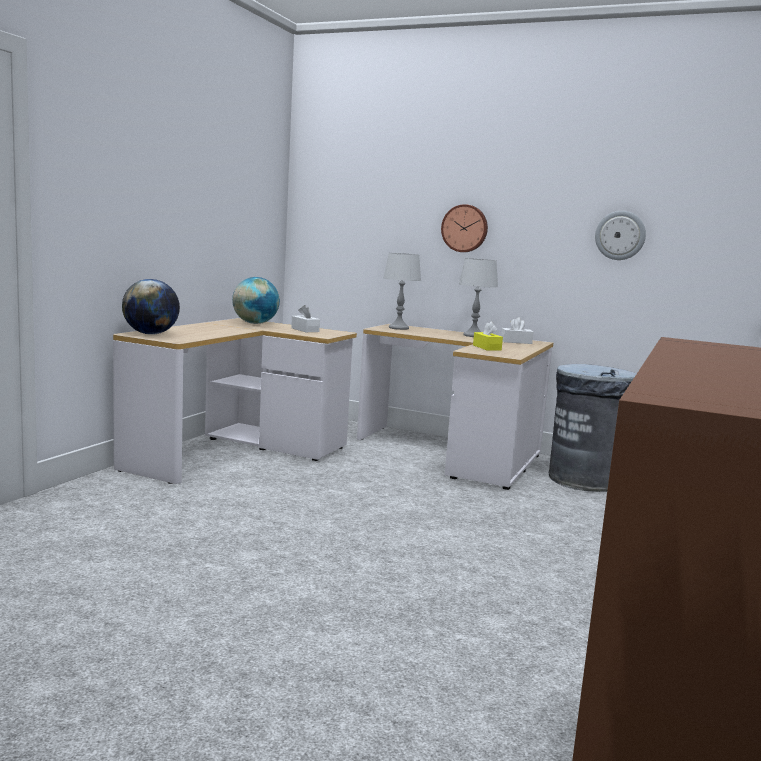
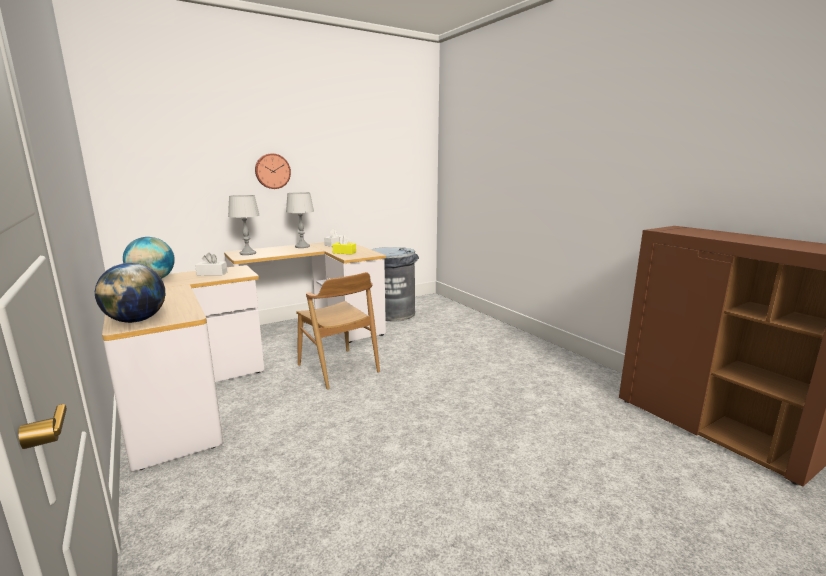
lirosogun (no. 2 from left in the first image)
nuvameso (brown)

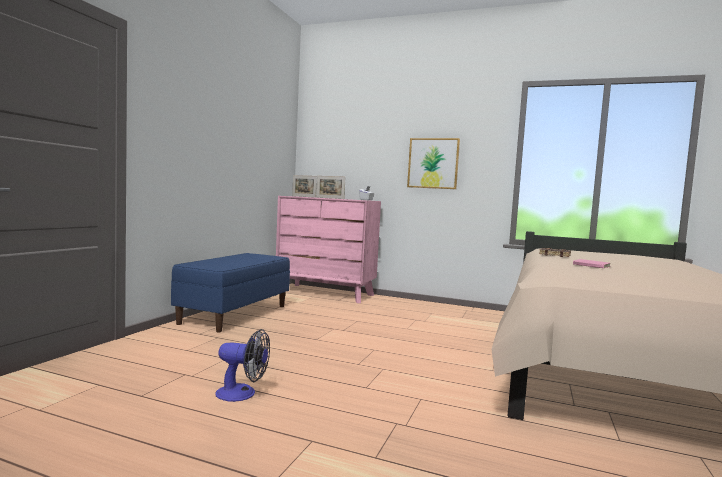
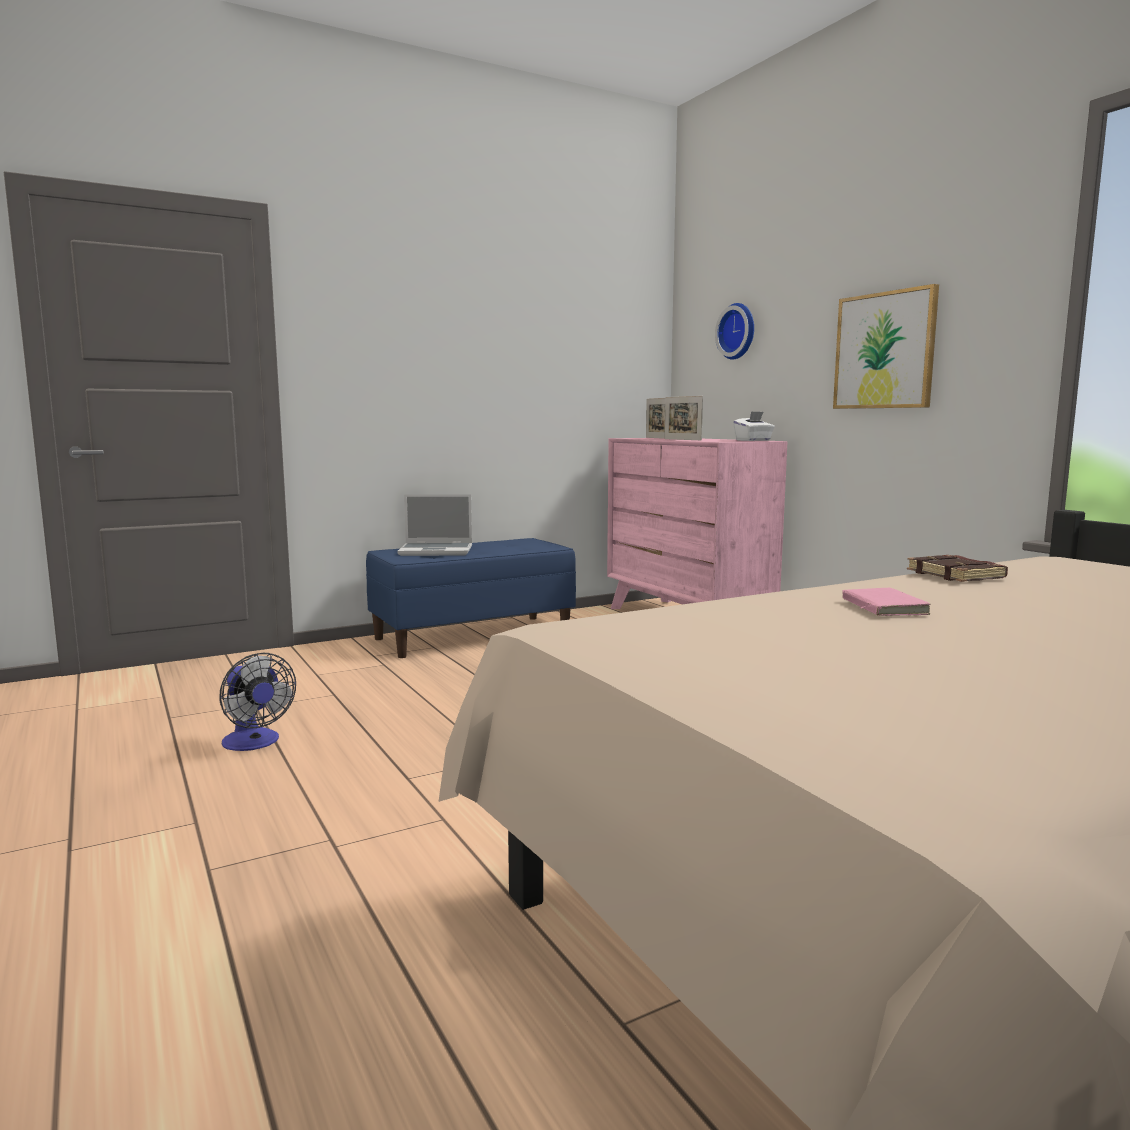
lirosogun
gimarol

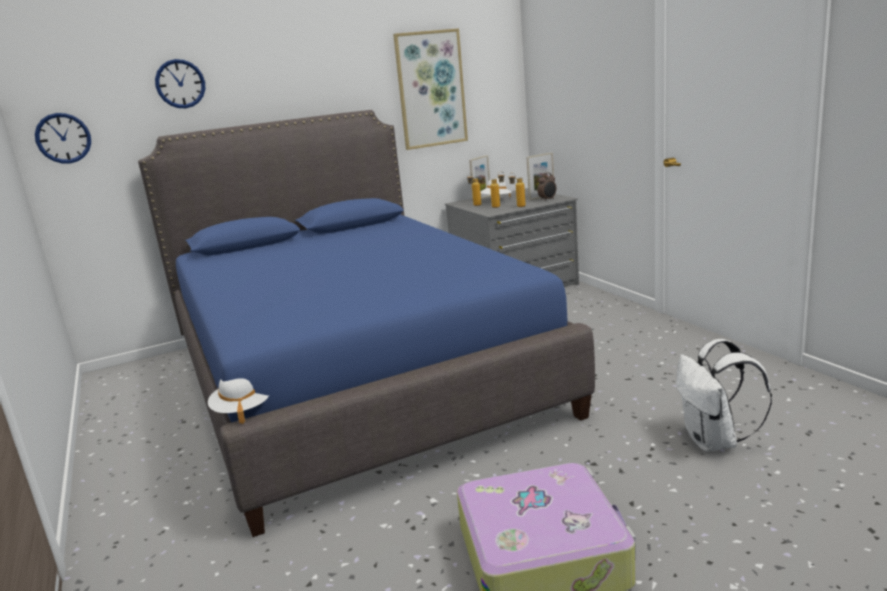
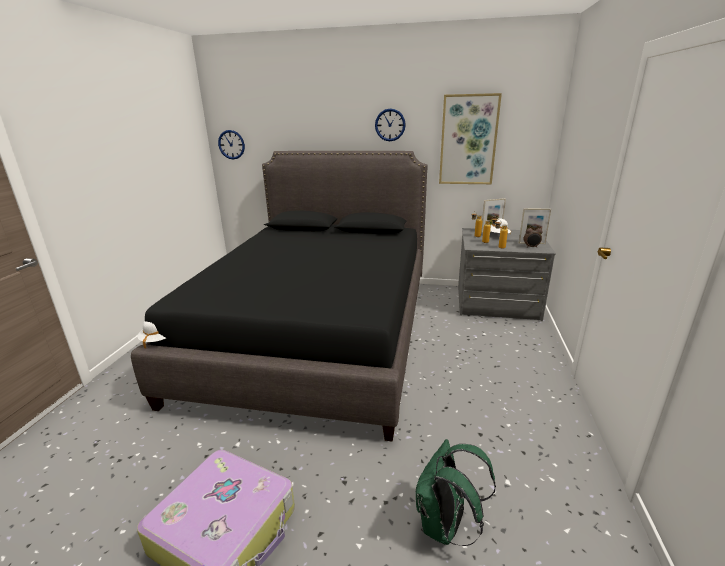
lirosogun (no. 2 from left)
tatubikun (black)
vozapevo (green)

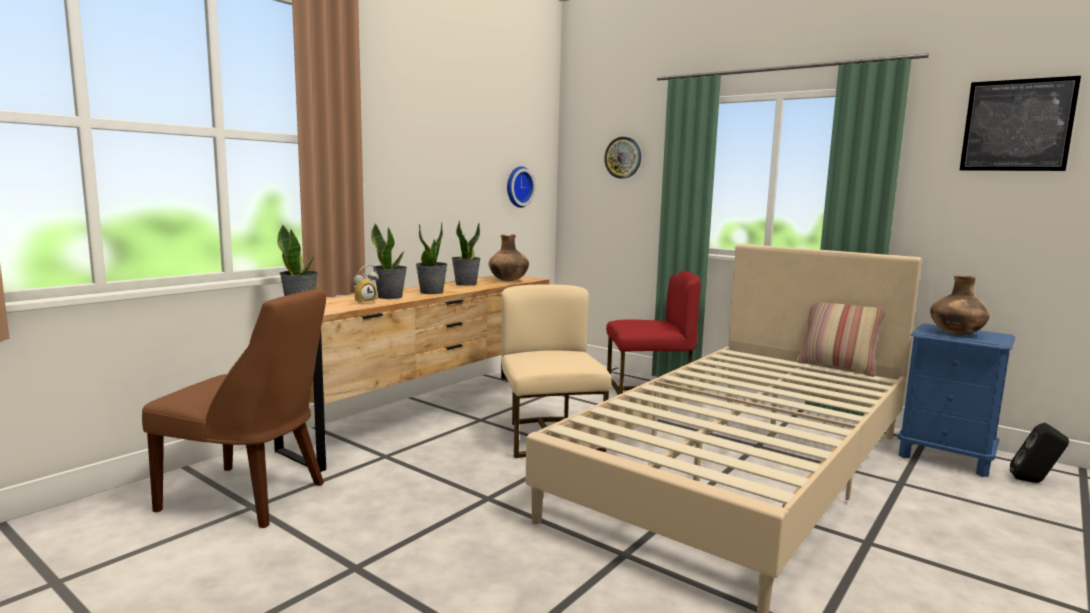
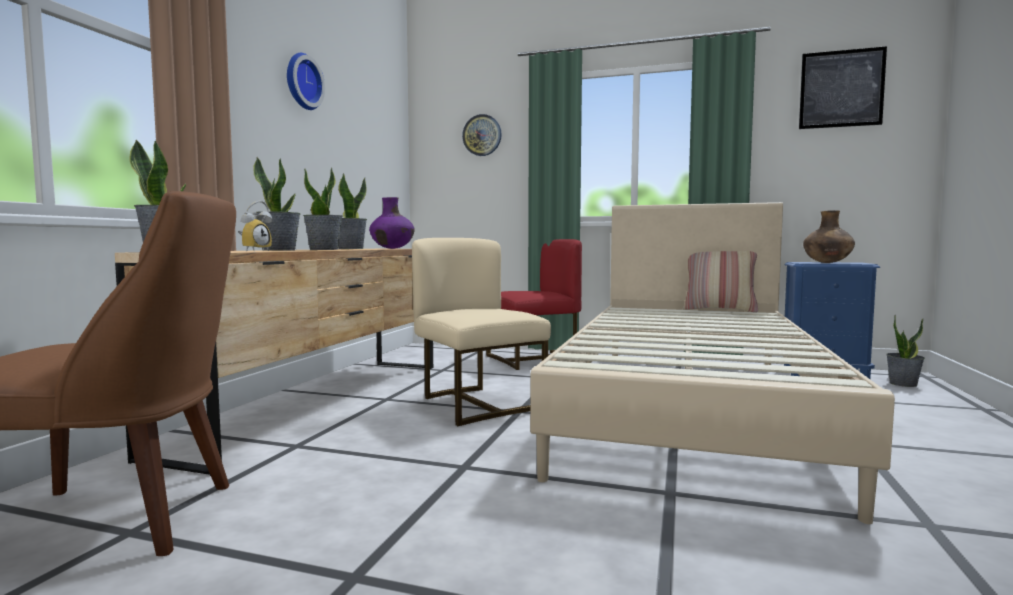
lirosogun (no. 1 from left)
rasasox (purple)
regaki (no. 5 from left)

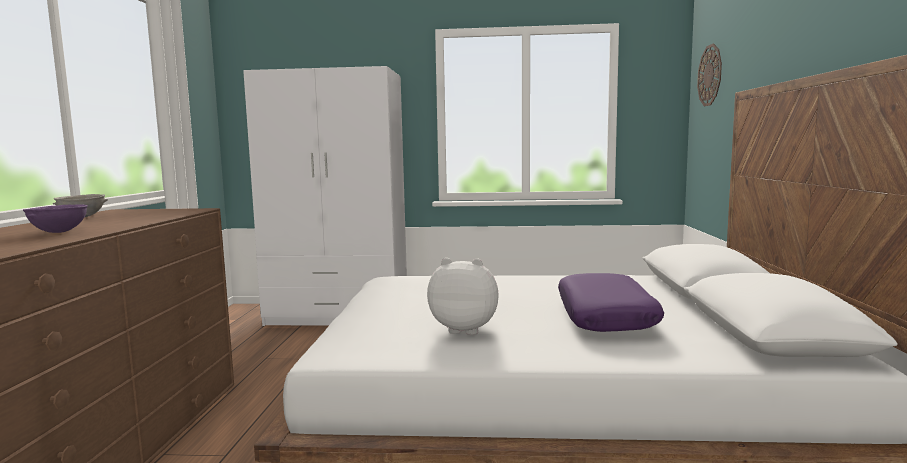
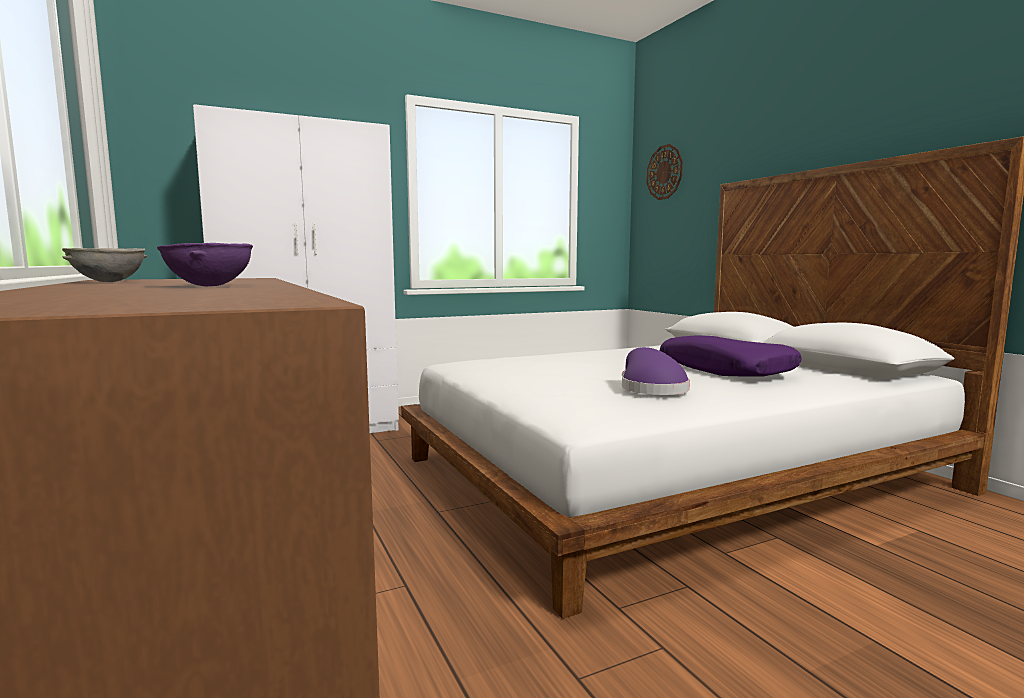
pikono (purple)

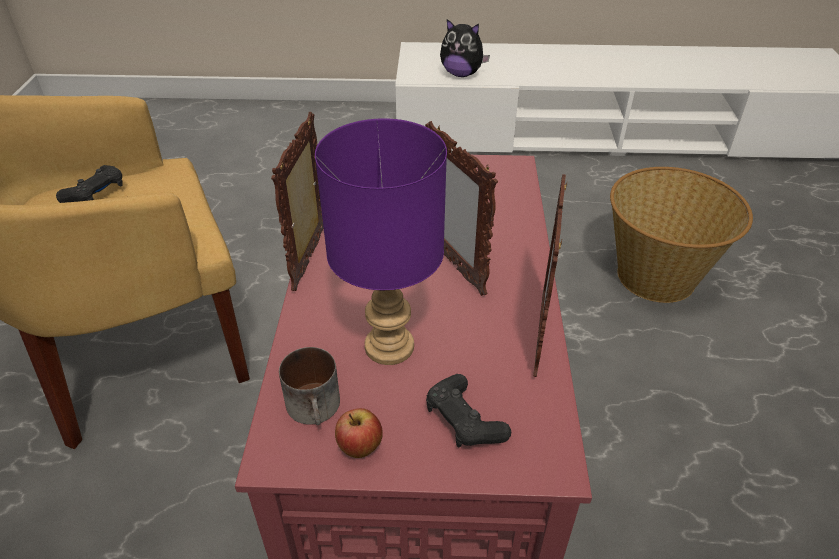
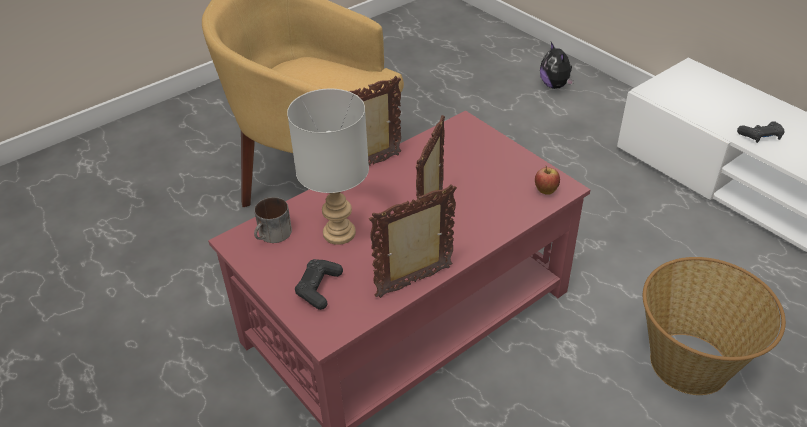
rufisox
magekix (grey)
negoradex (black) (no. 2 from left)
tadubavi

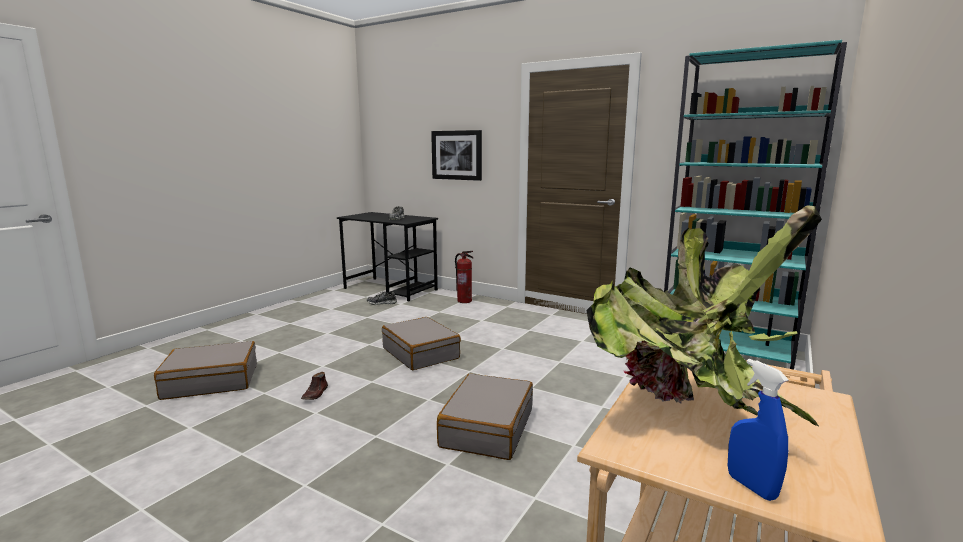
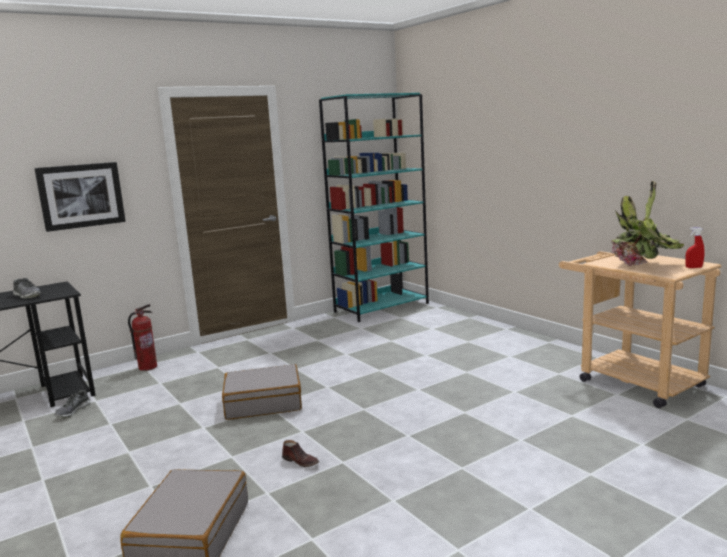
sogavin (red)
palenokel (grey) (no. 3 from left in the first image)

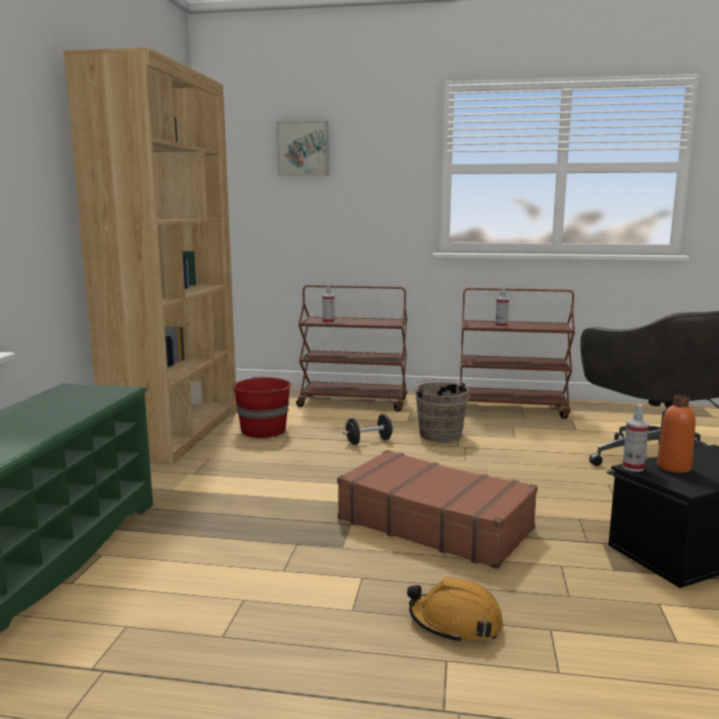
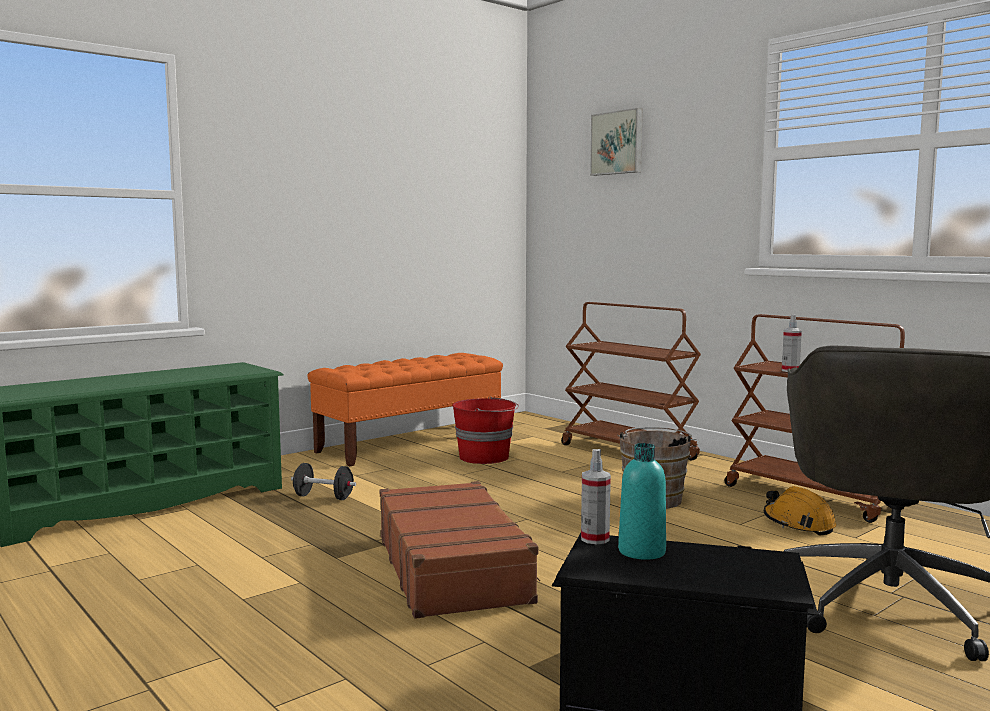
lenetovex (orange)
sogavin (no. 1 from left in the first image)
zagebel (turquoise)
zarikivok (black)
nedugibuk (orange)

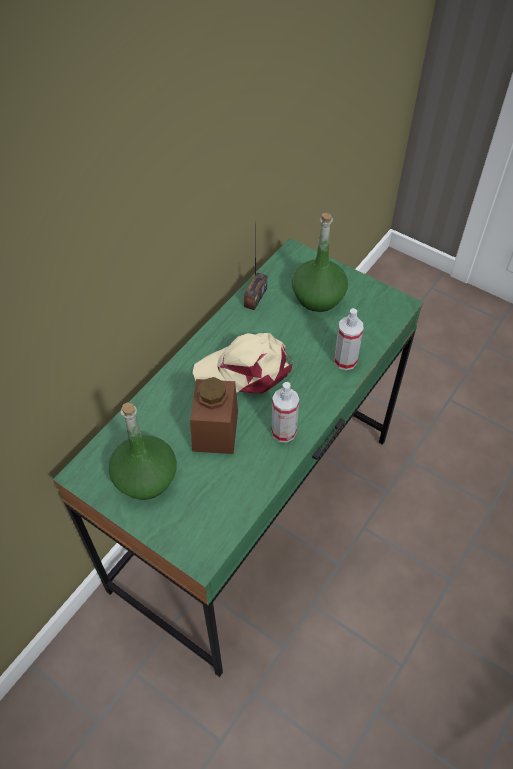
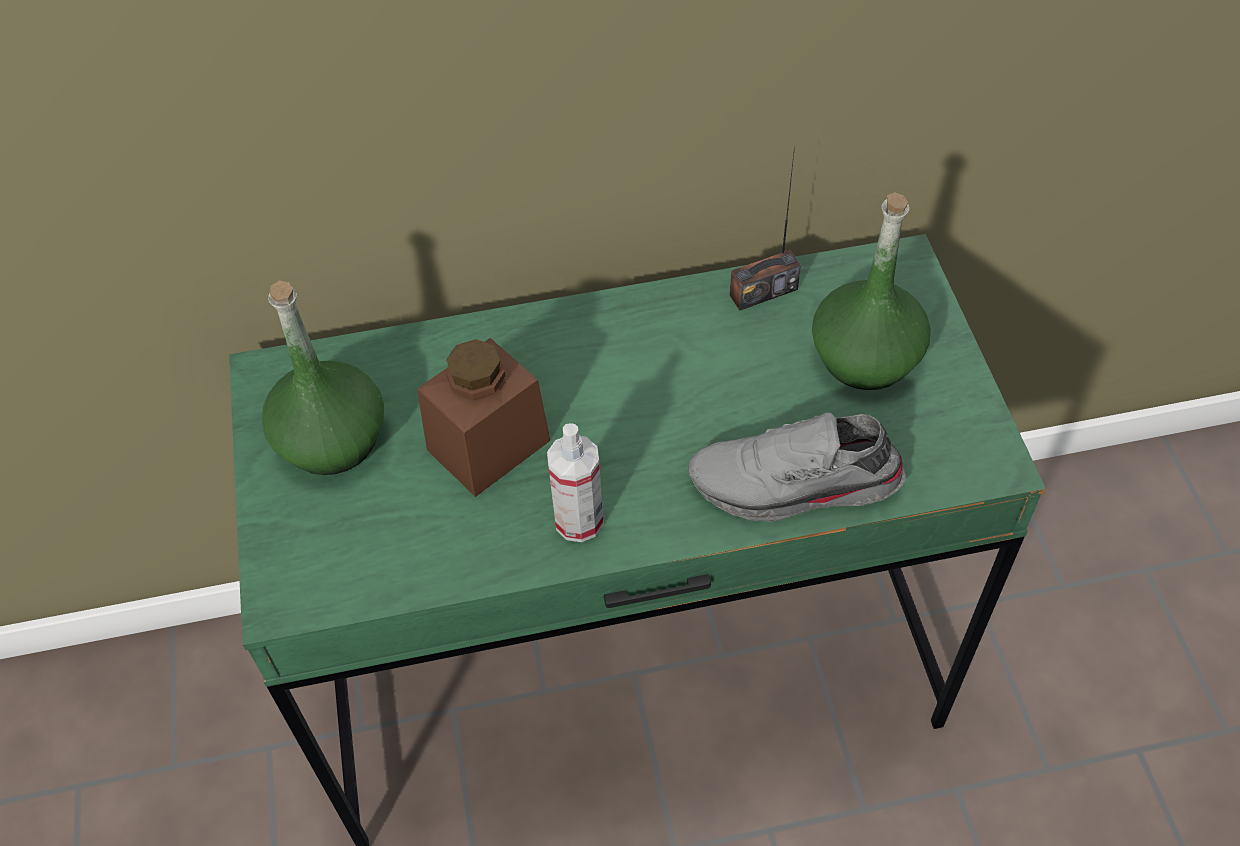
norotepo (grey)
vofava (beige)

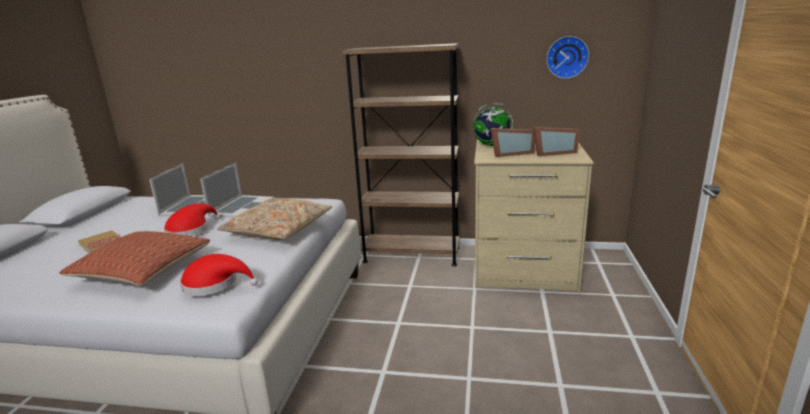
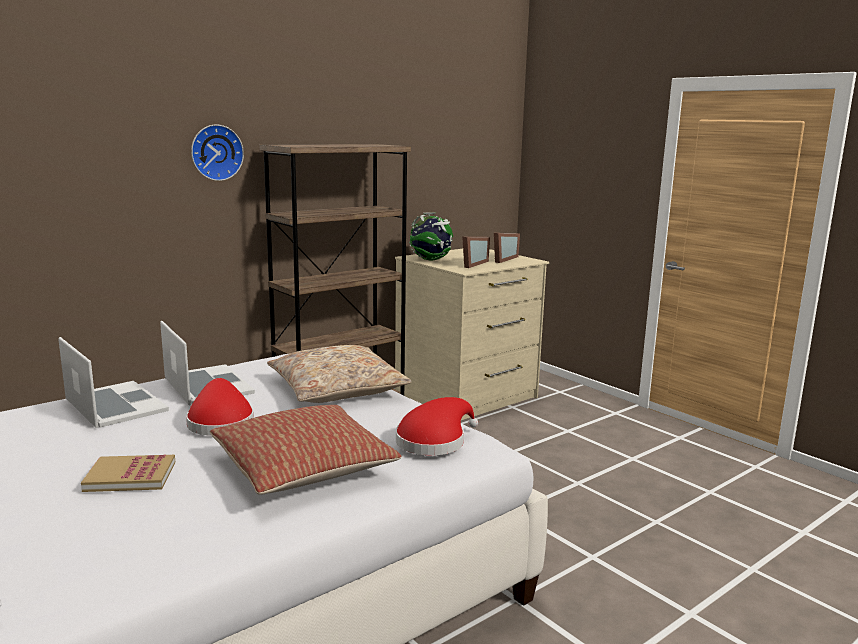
lirosogun

